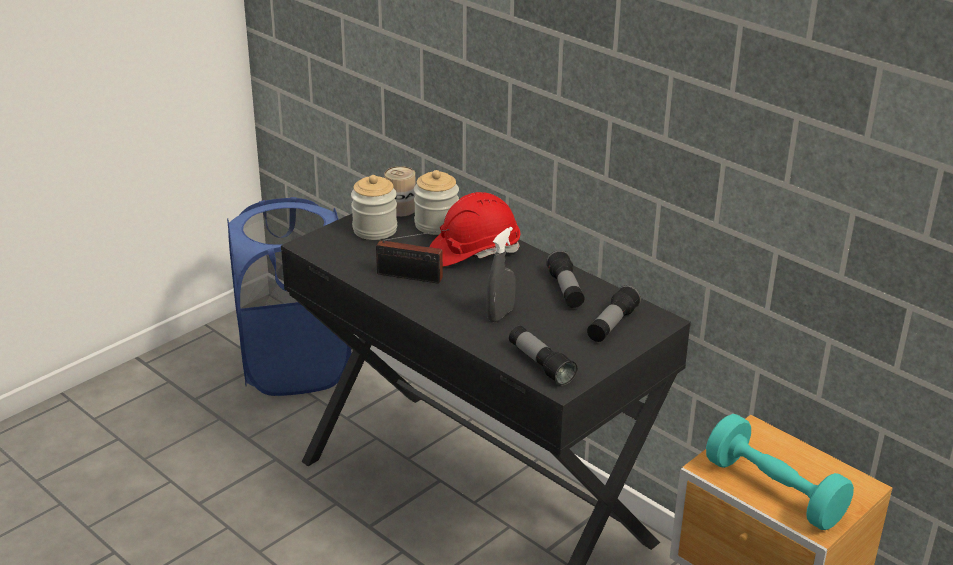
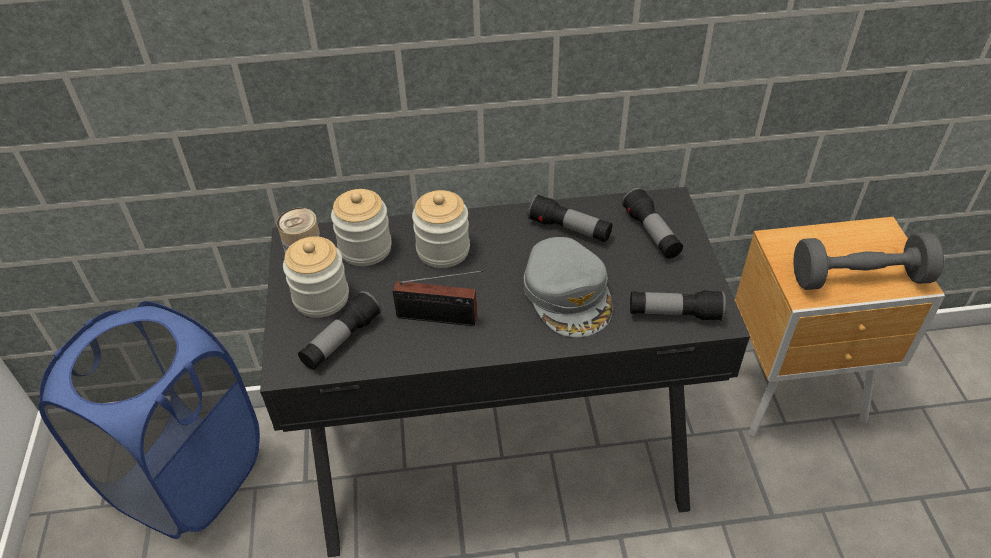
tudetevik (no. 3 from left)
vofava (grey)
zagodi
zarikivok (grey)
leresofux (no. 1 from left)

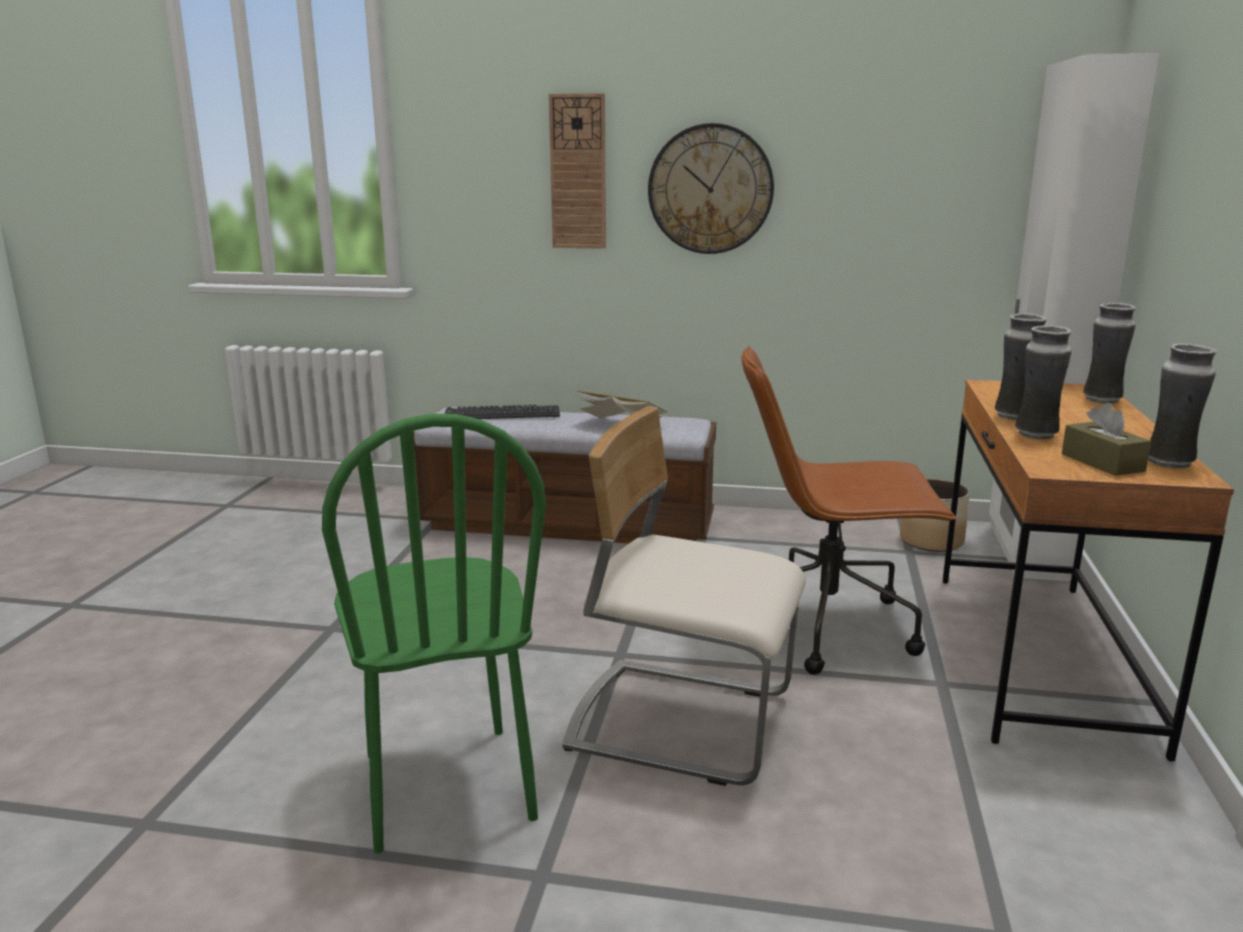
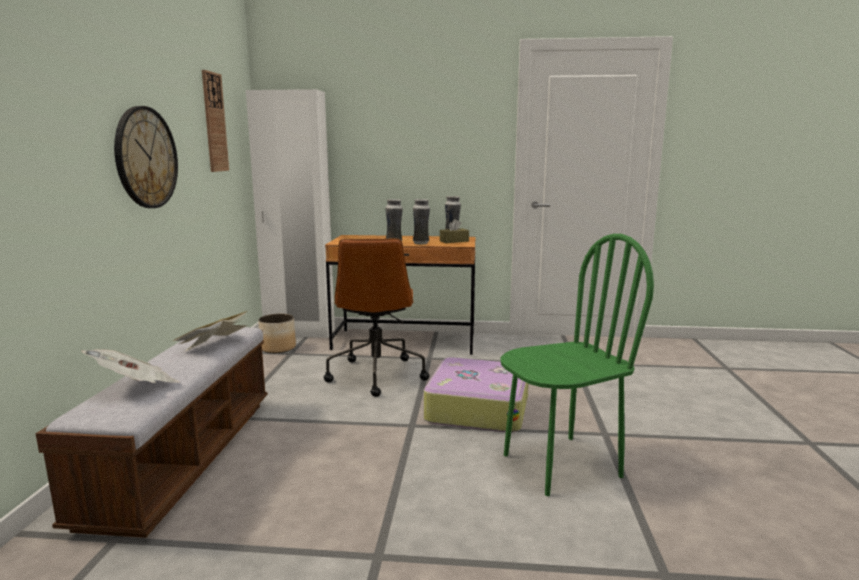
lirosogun (no. 2 from left)
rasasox (no. 3 from left in the first image)
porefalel
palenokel

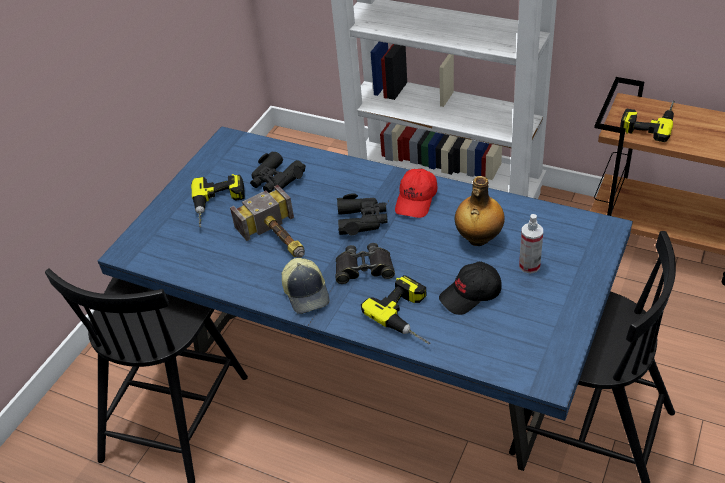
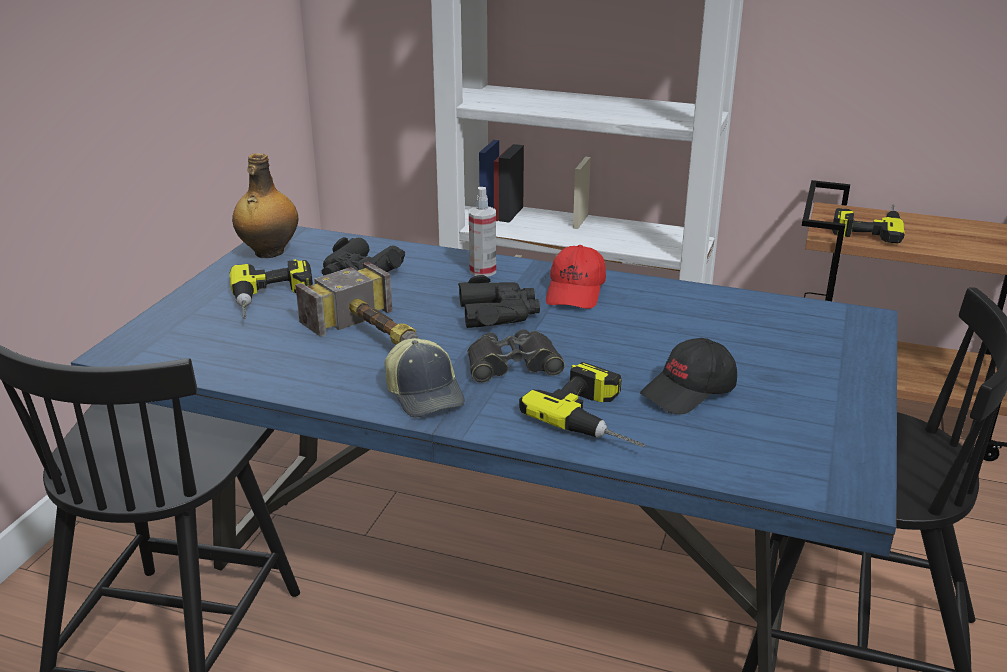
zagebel
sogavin

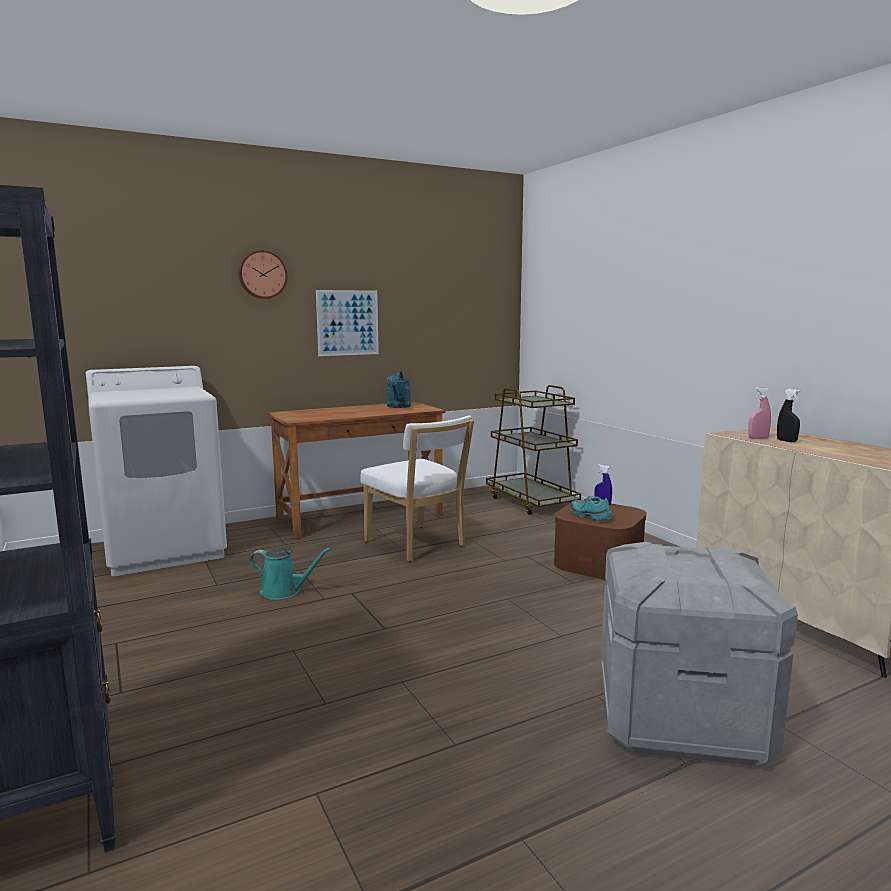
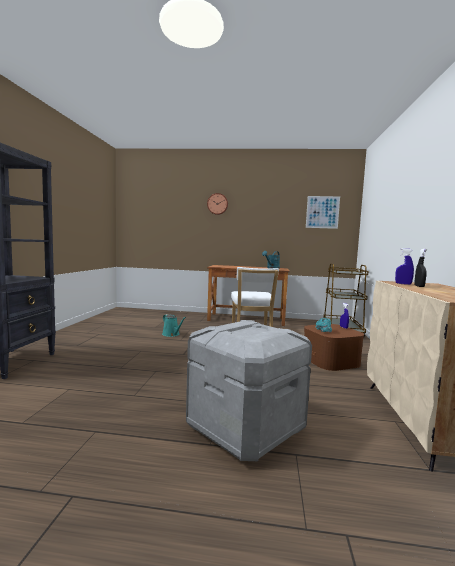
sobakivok
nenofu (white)
sogavin (blue) (no. 2 from left)

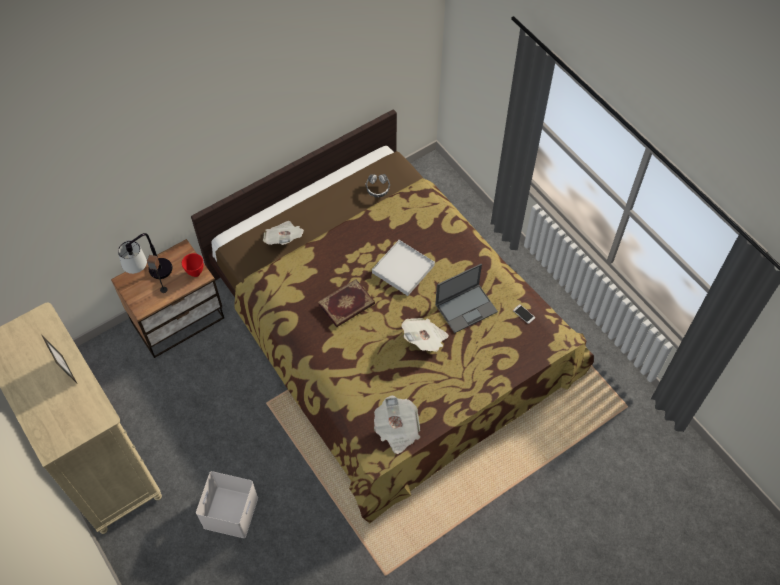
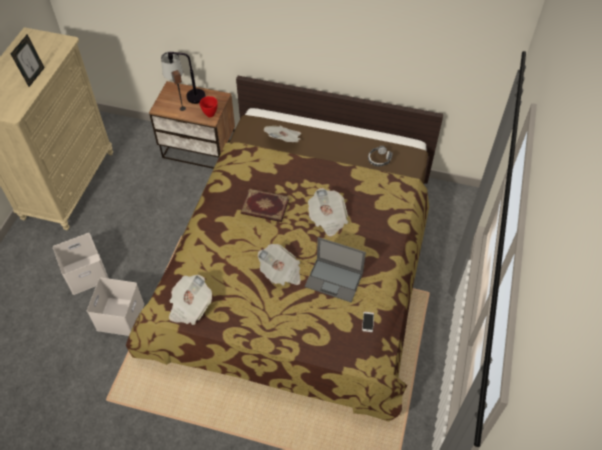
porefalel (no. 4 from left)
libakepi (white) (no. 2 from left)

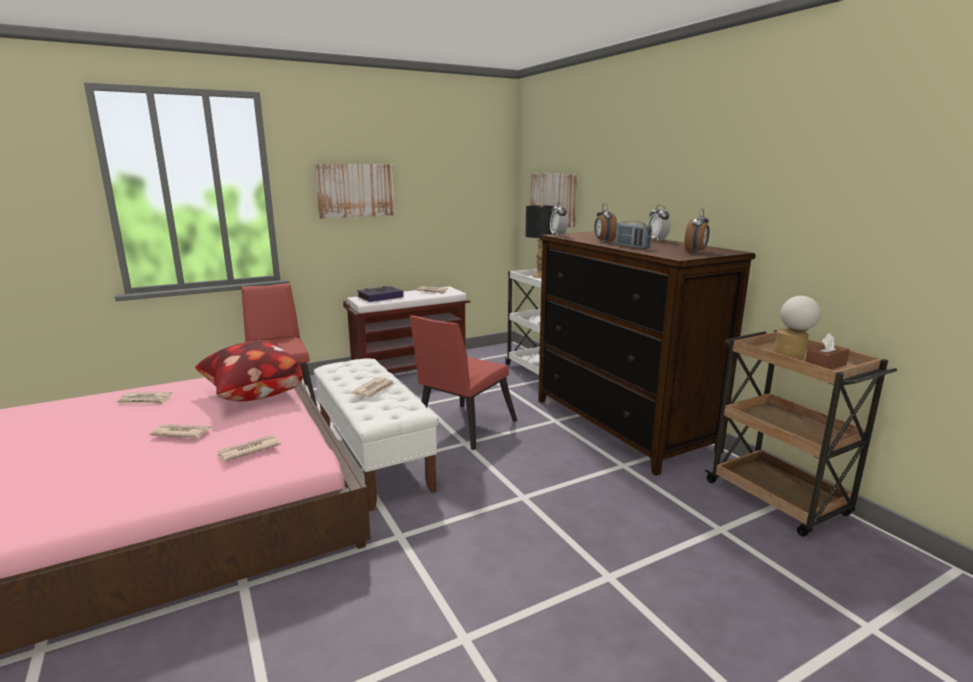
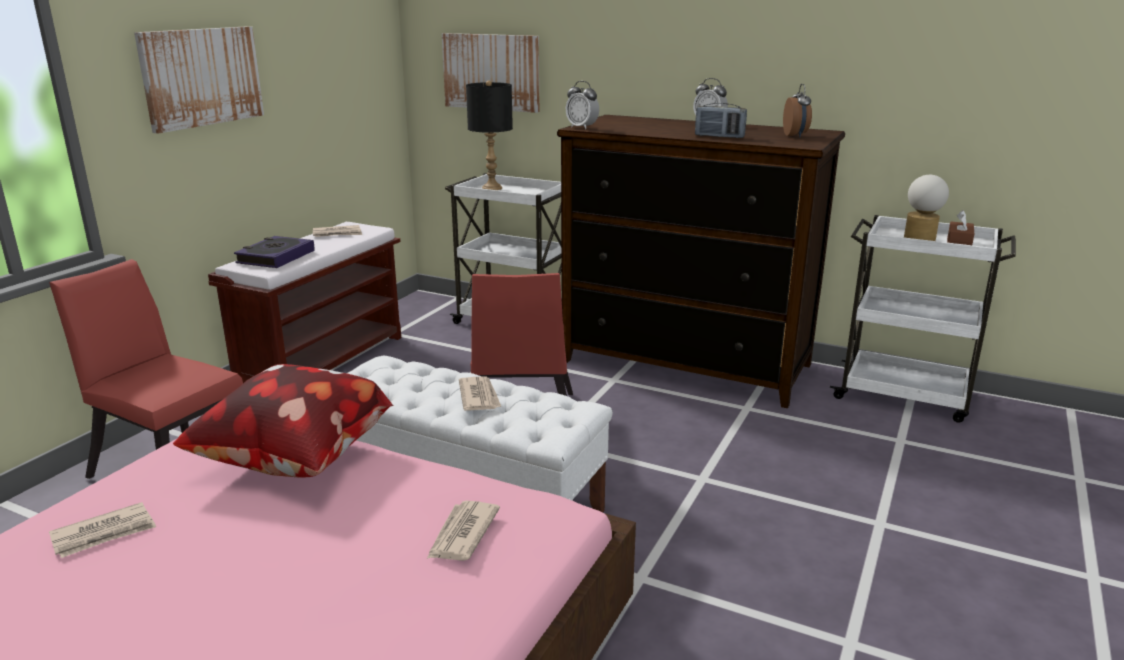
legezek (no. 2 from left in the first image)
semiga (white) (no. 2 from left)
porefalel (no. 2 from left in the first image)

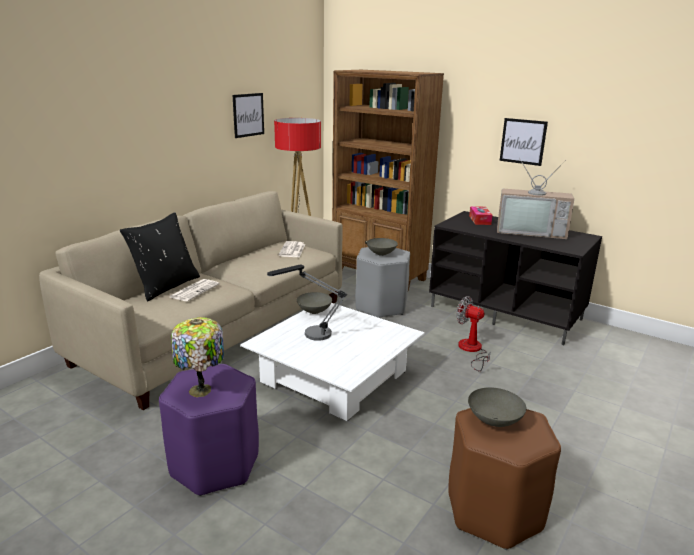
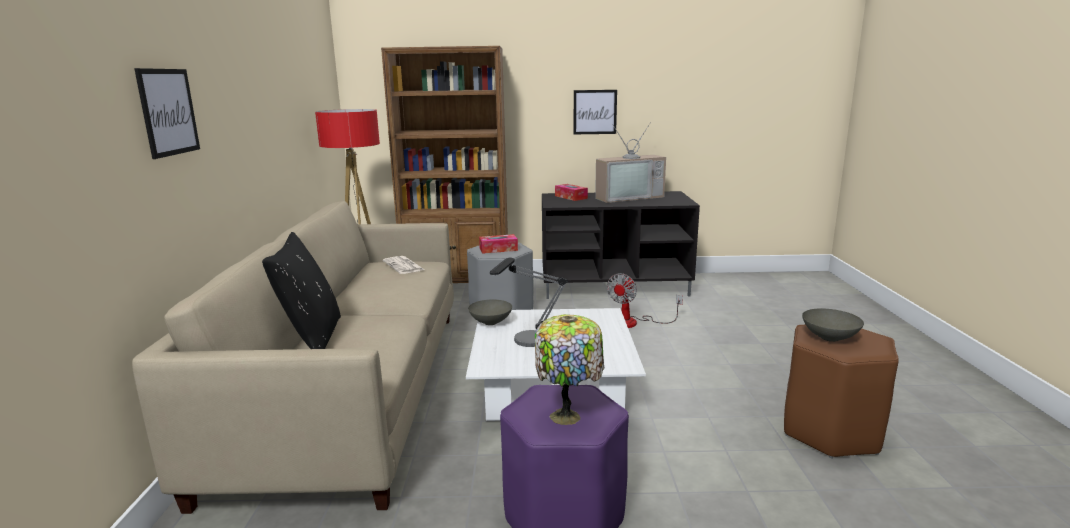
sobakivok (no. 1 from left)
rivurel (no. 1 from left)
porefalel (no. 1 from left in the first image)
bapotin

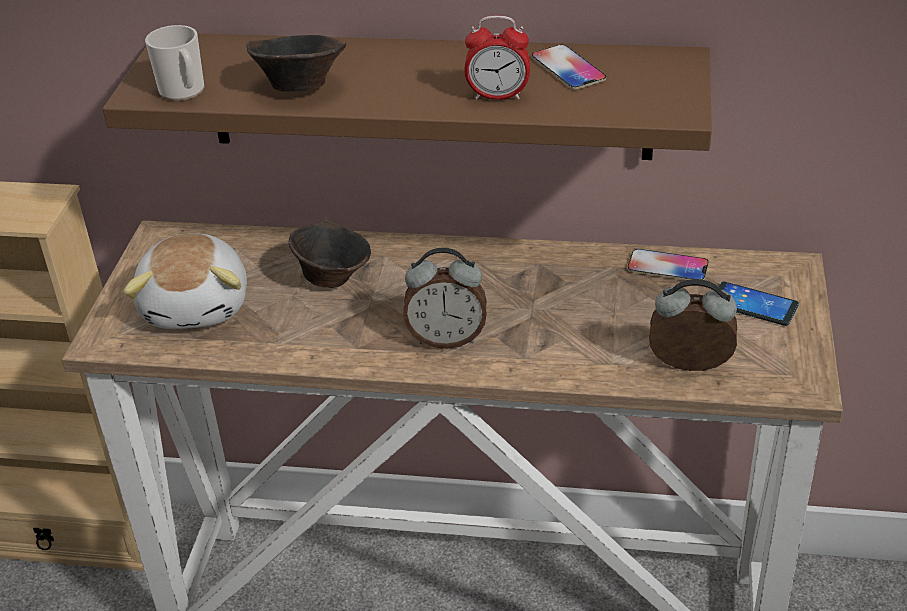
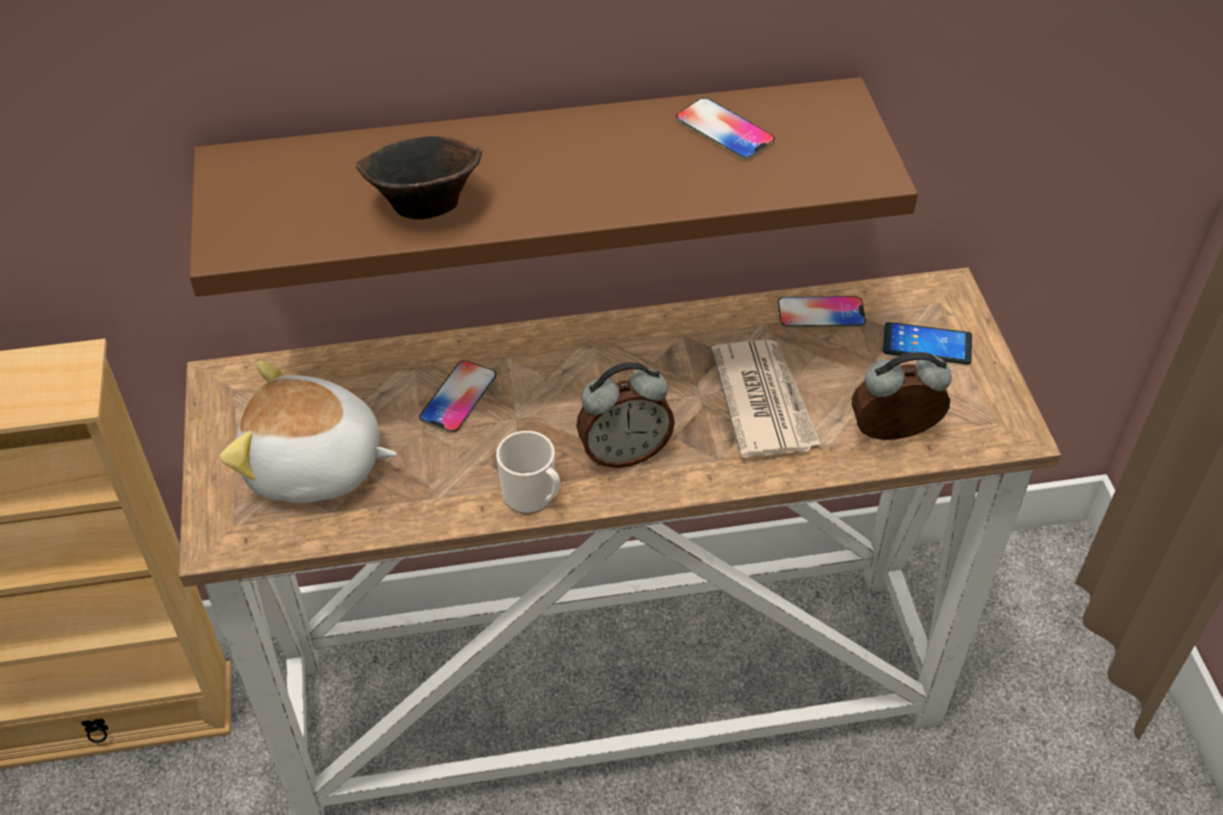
legezek (no. 2 from left in the first image)
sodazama
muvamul (no. 1 from left)
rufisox
porefalel

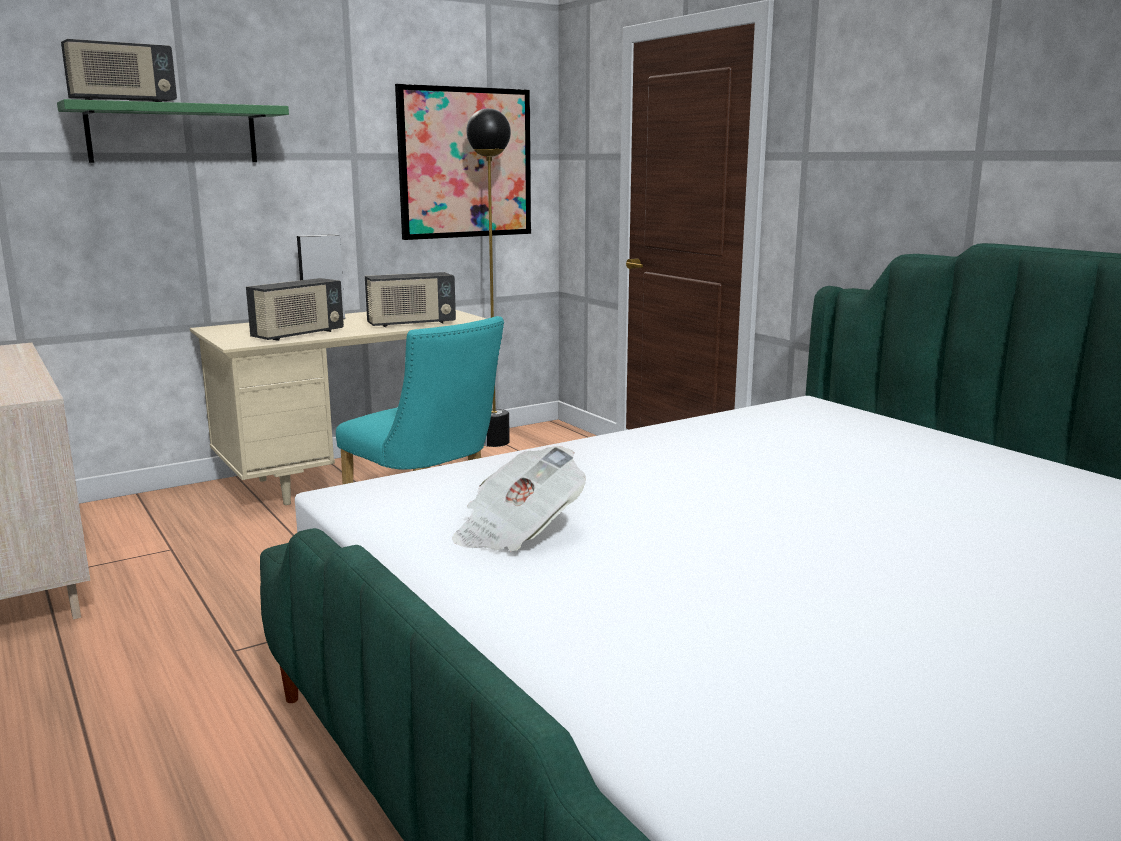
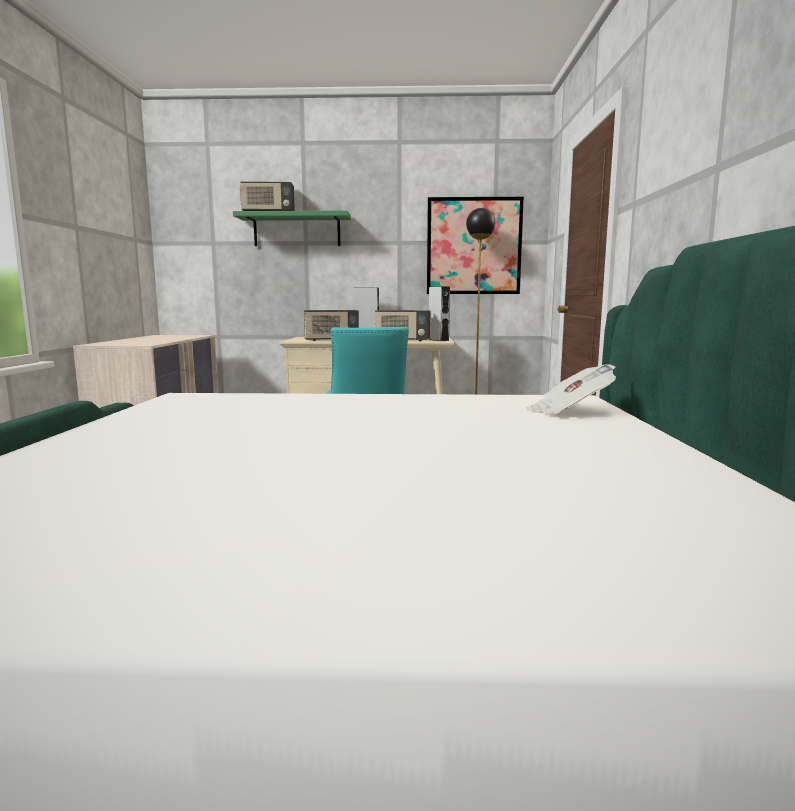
porefalel
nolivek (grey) (no. 2 from left)

